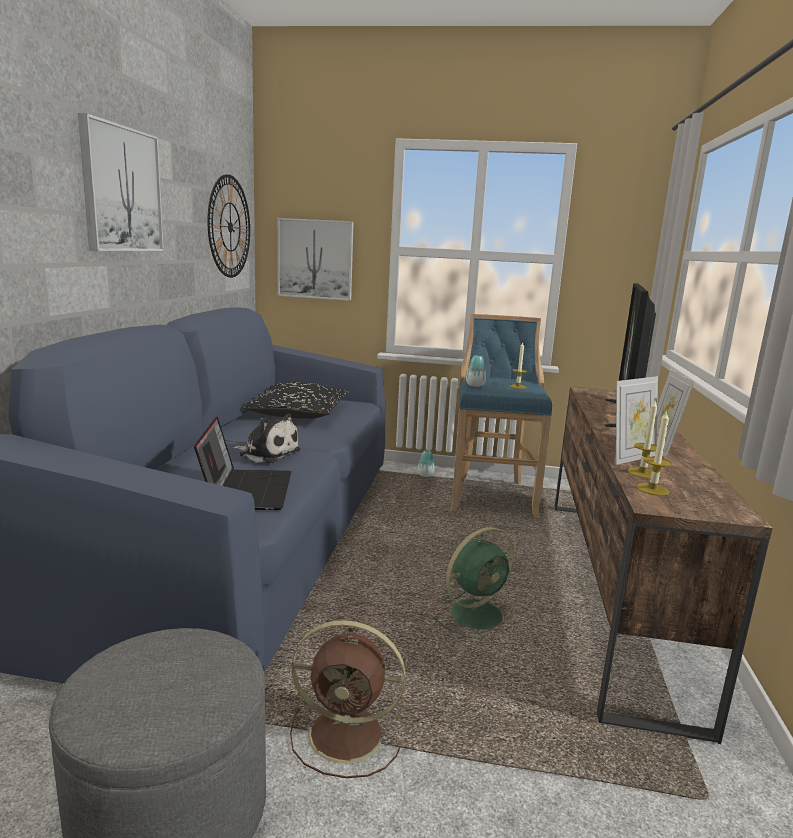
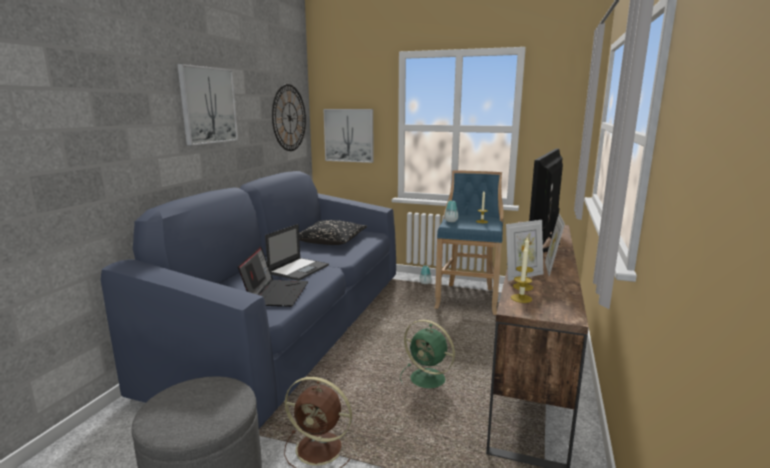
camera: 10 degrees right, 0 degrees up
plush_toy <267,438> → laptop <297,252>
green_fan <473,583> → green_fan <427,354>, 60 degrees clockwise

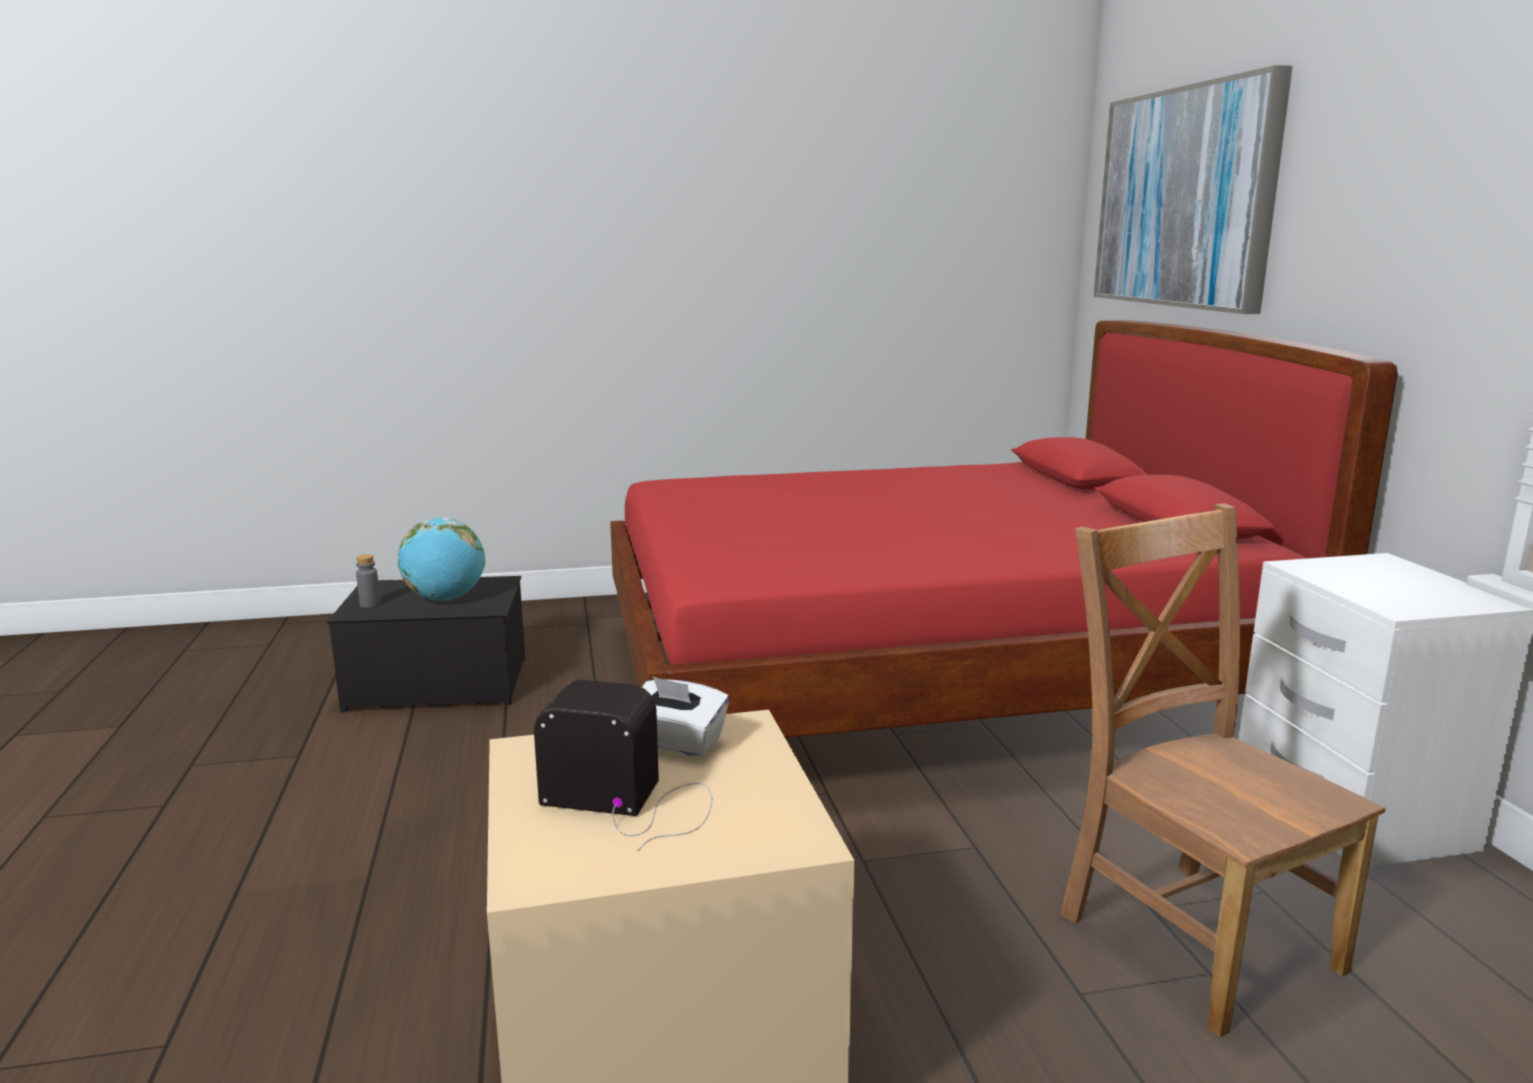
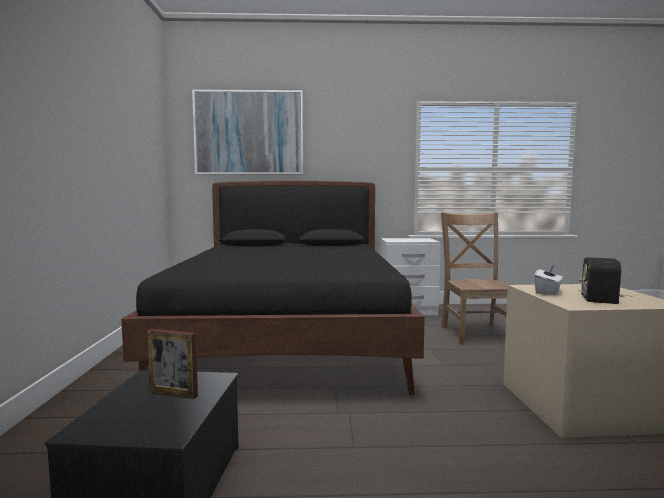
camera: 80 degrees left, 10 degrees down
grey_bottle <368,581> → -
globe <441,559> → picture_frame <172,364>
red_bed <1004,529> → black_bed <273,287>
brown_chair <1222,770> → brown_chair <475,278>, 105 degrees clockwise

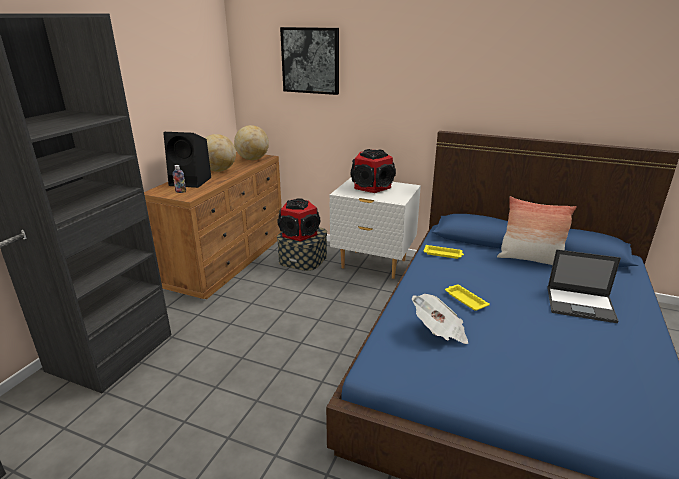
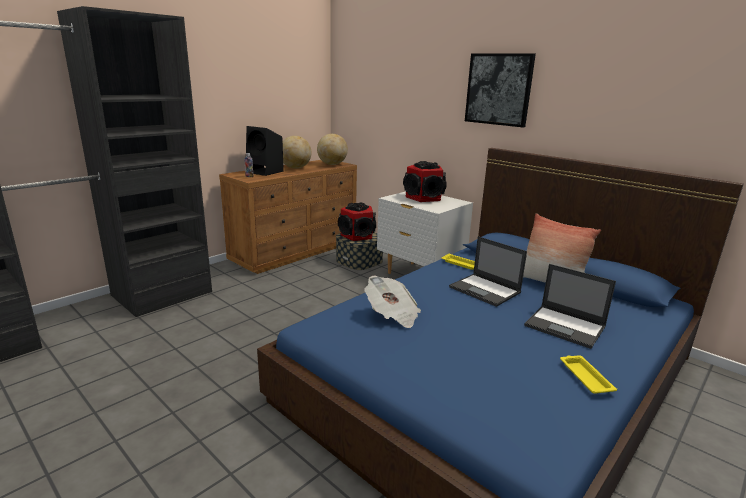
camera: 20 degrees right, 5 degrees down
- → laptop <488,271>
picture <309,61> → picture <500,90>, shifted
yellow_tray <467,297> → yellow_tray <588,374>, shifted

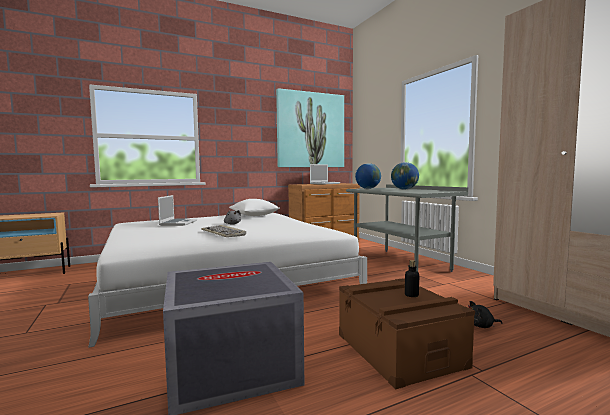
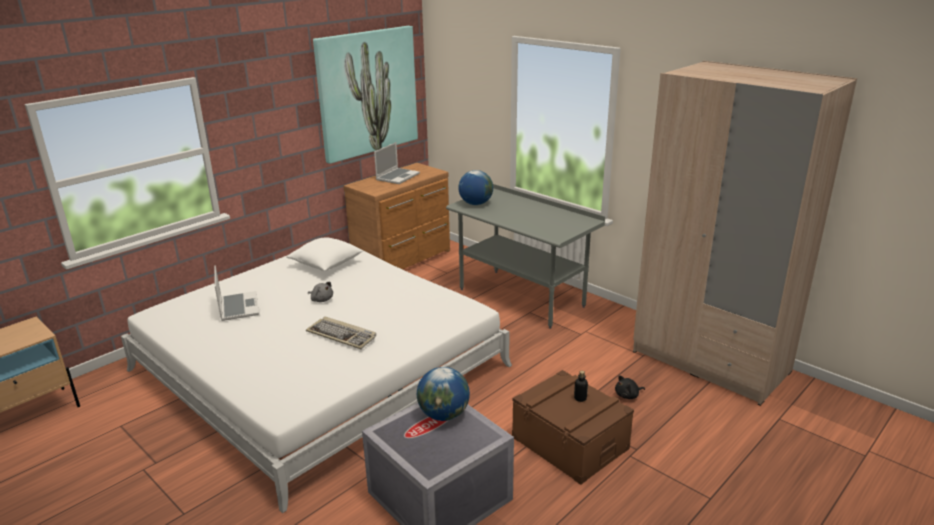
camera: 20 degrees left, 20 degrees up
globe <405,176> → globe <443,394>, shifted

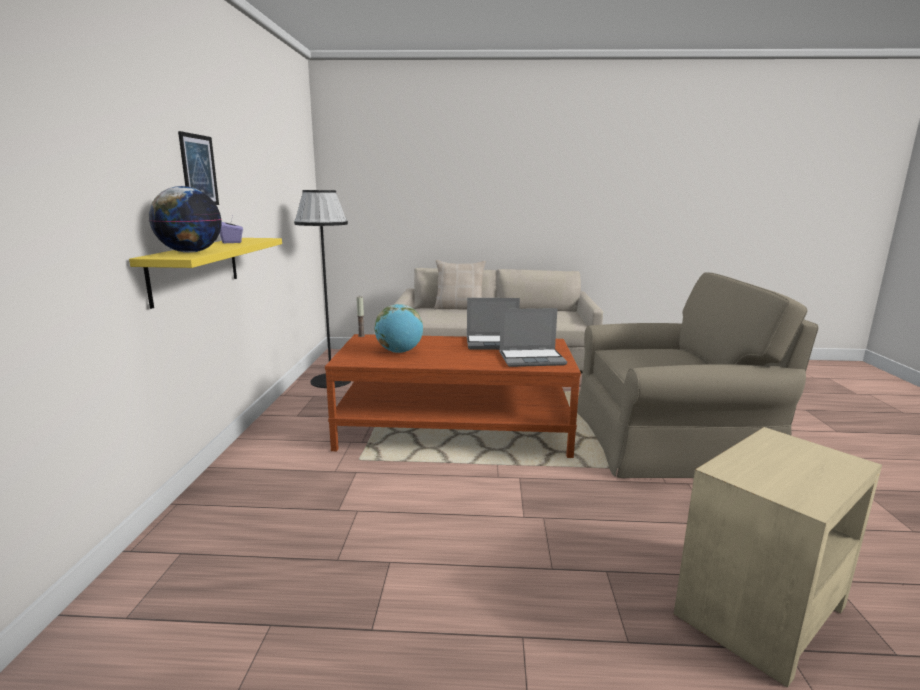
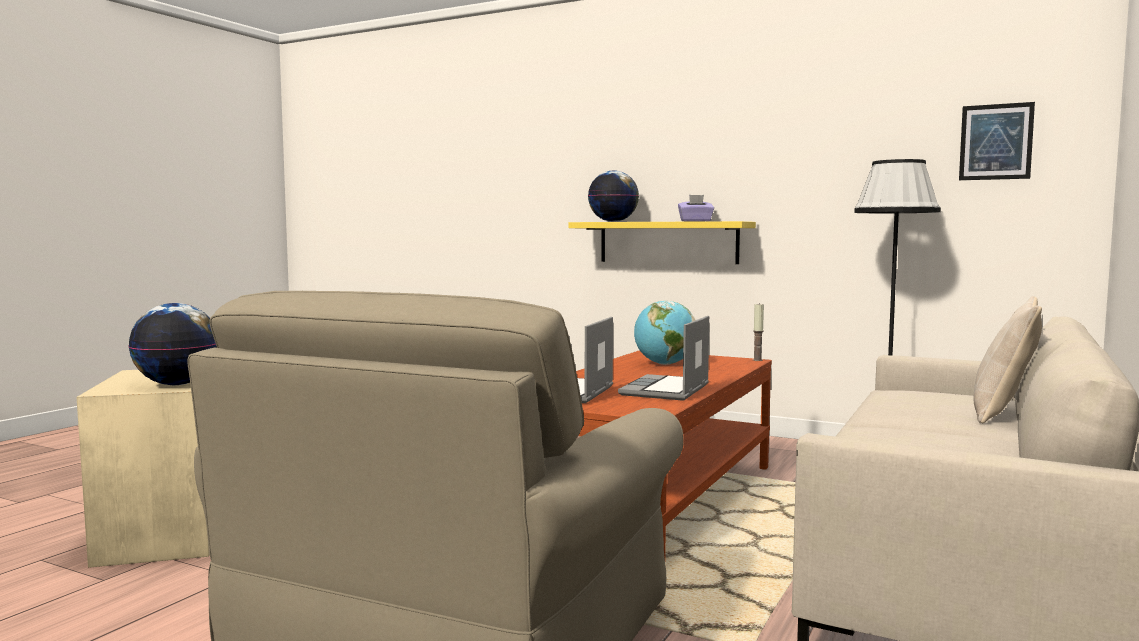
camera: 115 degrees right, 10 degrees down
- → globe <172,344>
picture <198,168> → picture <997,141>, shifted

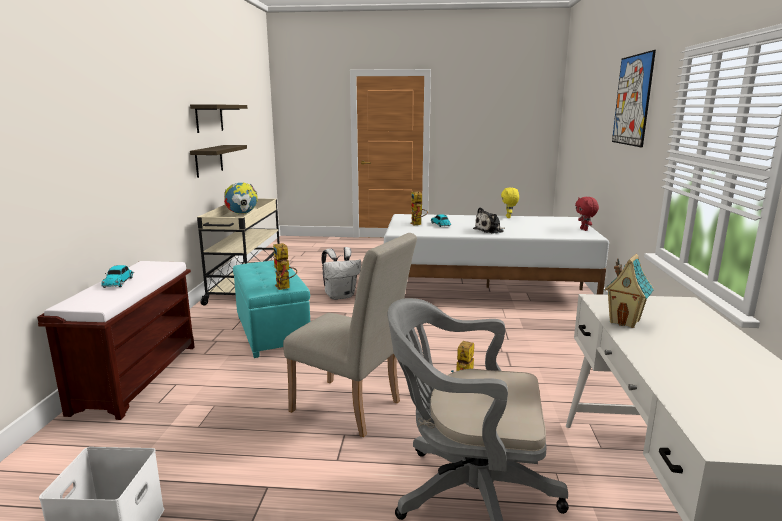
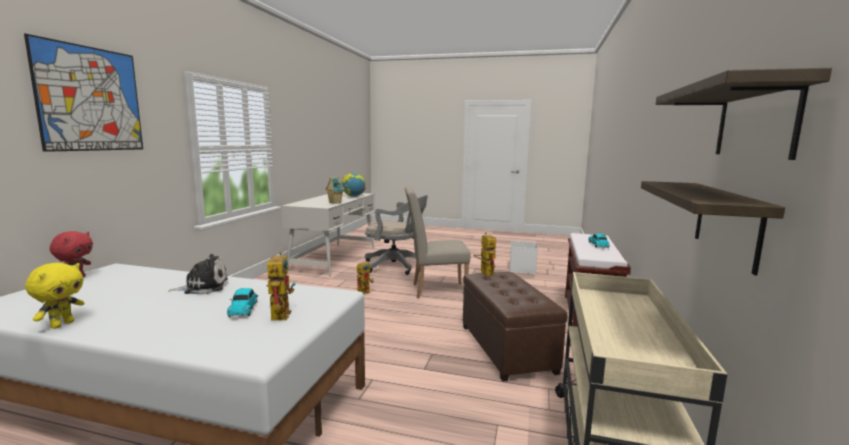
camera: 170 degrees left, 5 degrees down
white_backpack <341,273> → -
globe <240,199> → globe <353,185>, shifted
turquoise_ottoman <271,309> → brown_ottoman <515,326>
beige_chair <350,335> → beige_chair <437,242>, 45 degrees counterclockwise

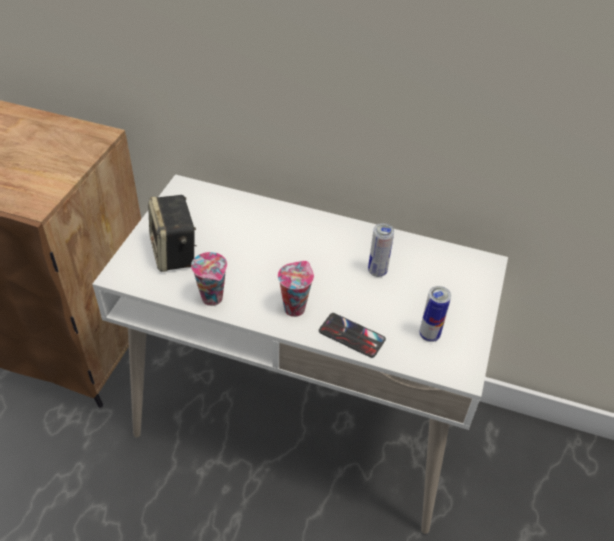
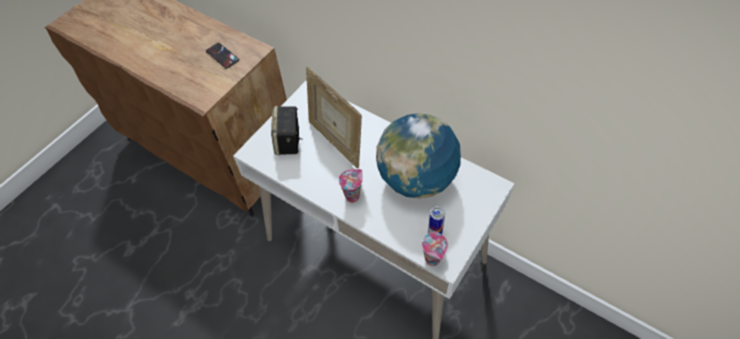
camera: 20 degrees right, 10 degrees up
- → picture_frame <334,117>
cup <209,279> → cup <435,249>, shifted
phone <352,335> → phone <222,56>, shifted
can <381,250> → globe <418,155>

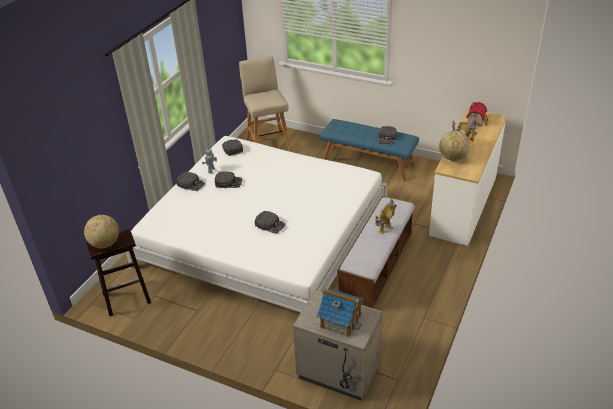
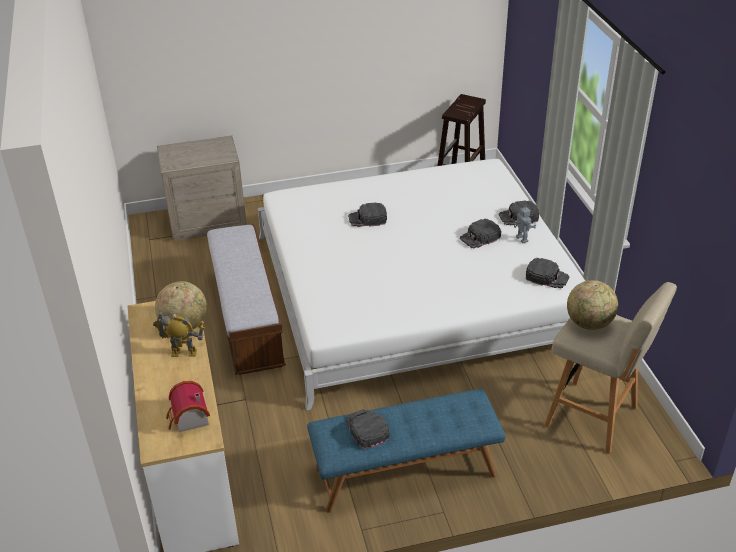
camera: 140 degrees right, 0 degrees up
toy_house <340,312> → -
toy_robot <386,216> → -
globe <101,231> → globe <592,305>, shifted

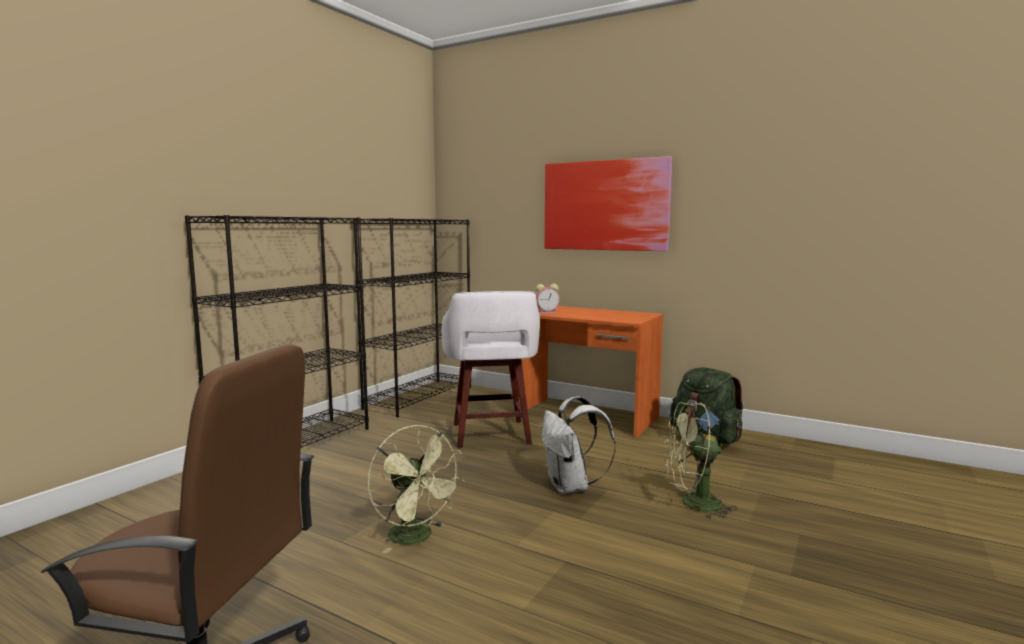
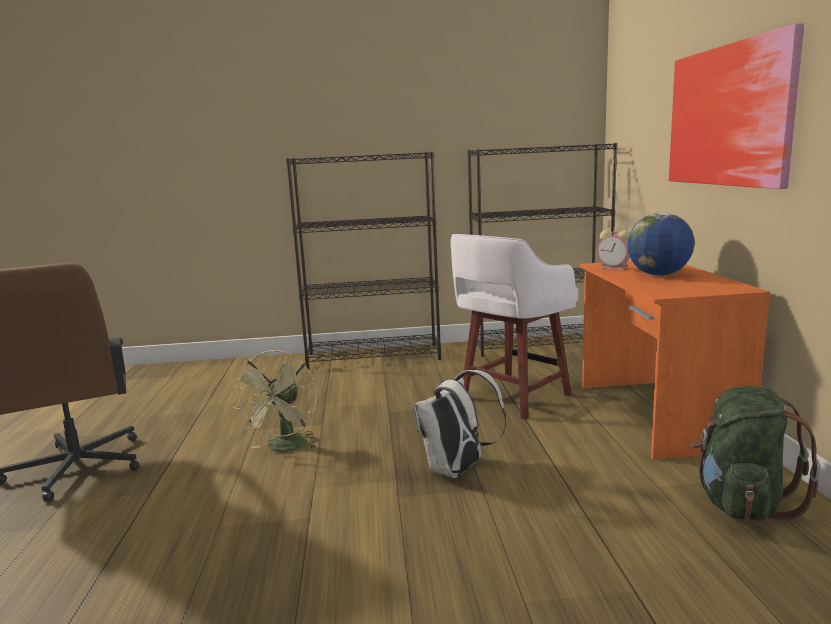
camera: 55 degrees right, 5 degrees up
green_fan <700,461> → -
- → globe <661,244>

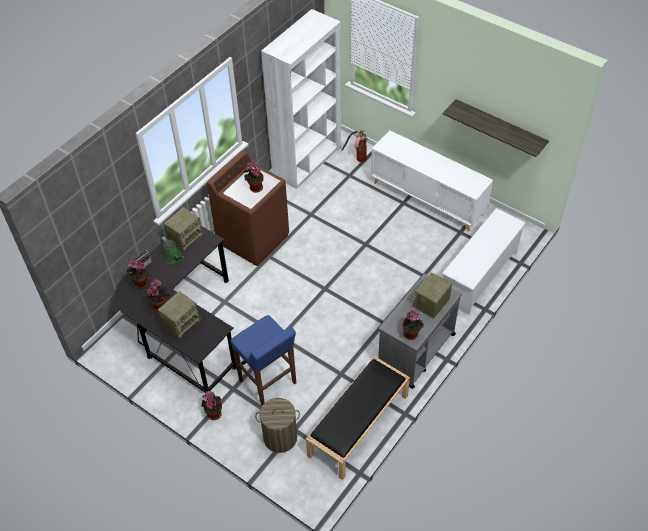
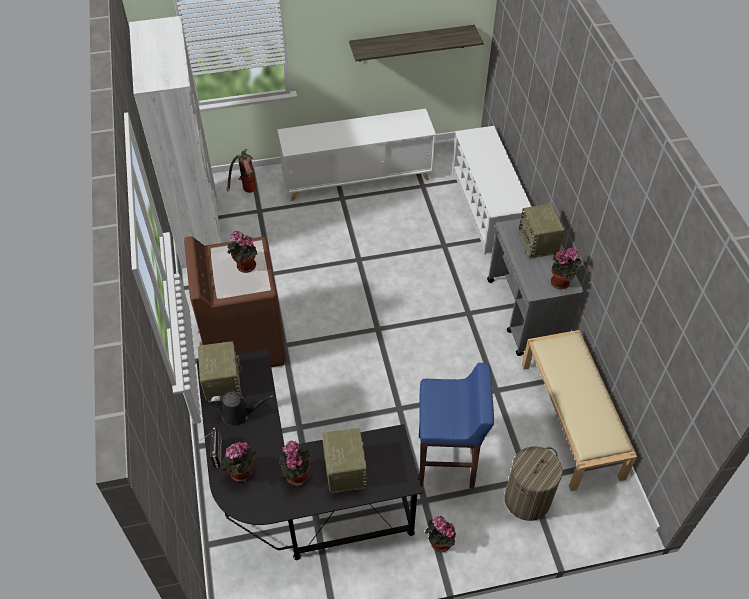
camera: 50 degrees left, 0 degrees up
green_watering_can <172,250> → black_watering_can <241,409>
black_bench <358,418> → beige_bench <579,410>

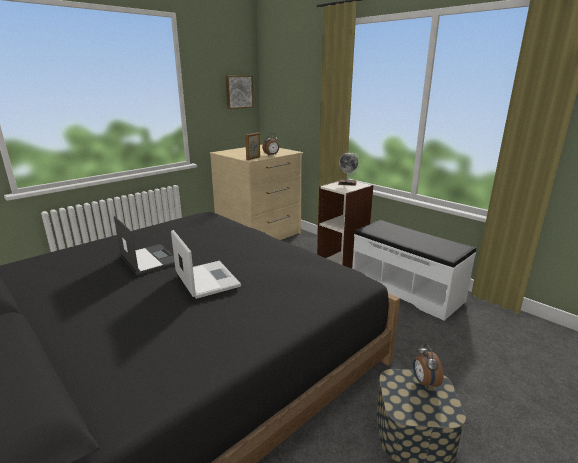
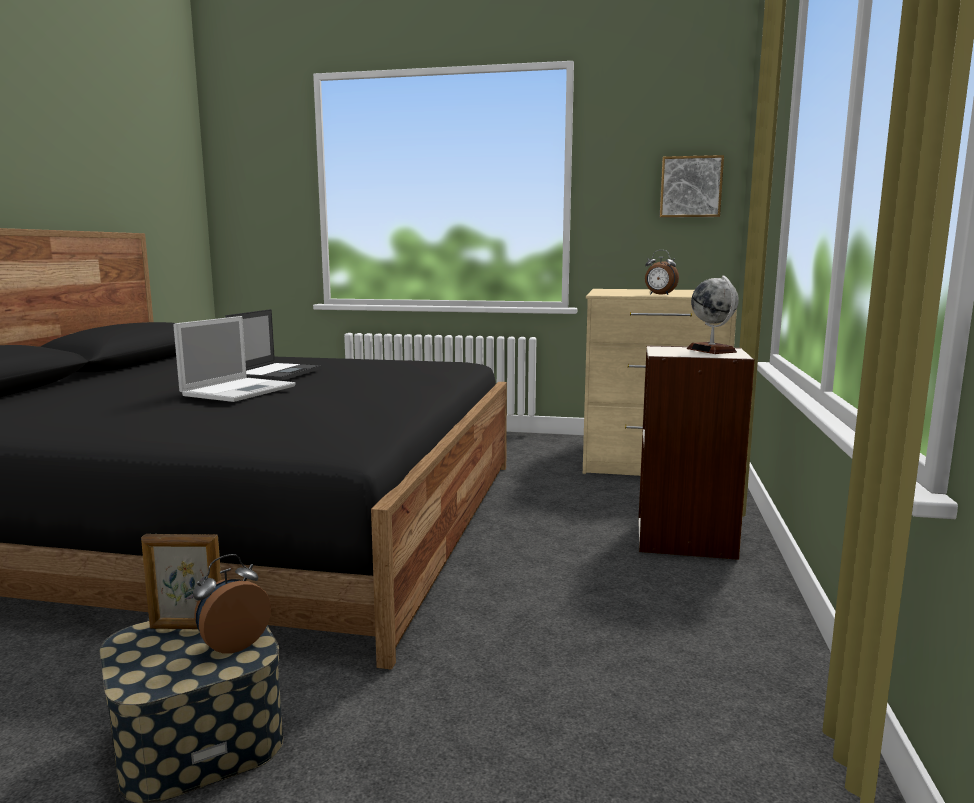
camera: 55 degrees right, 10 degrees down
white_bench <414,270> → -
picture_frame <252,146> → picture_frame <181,581>, shifted

